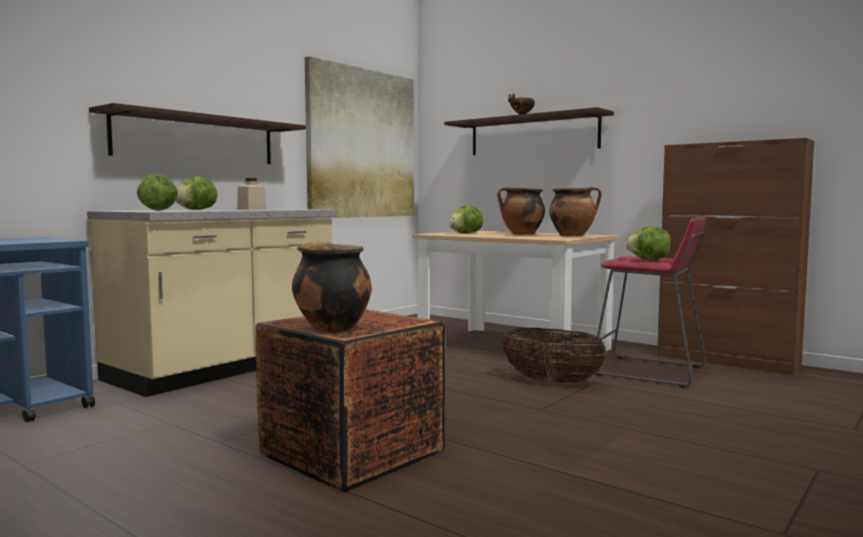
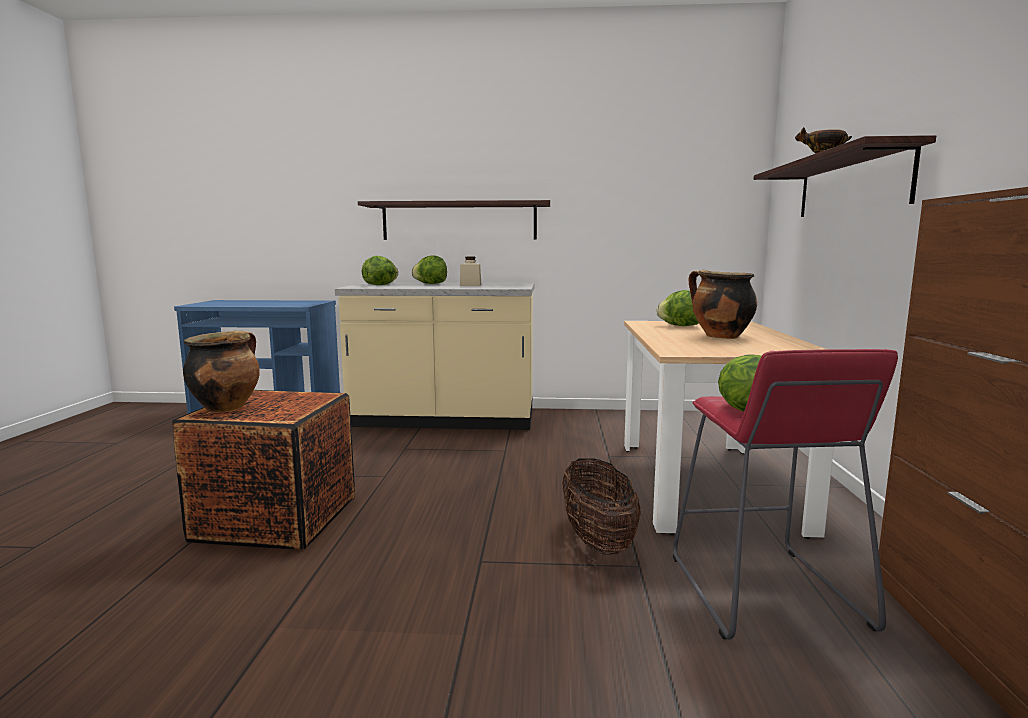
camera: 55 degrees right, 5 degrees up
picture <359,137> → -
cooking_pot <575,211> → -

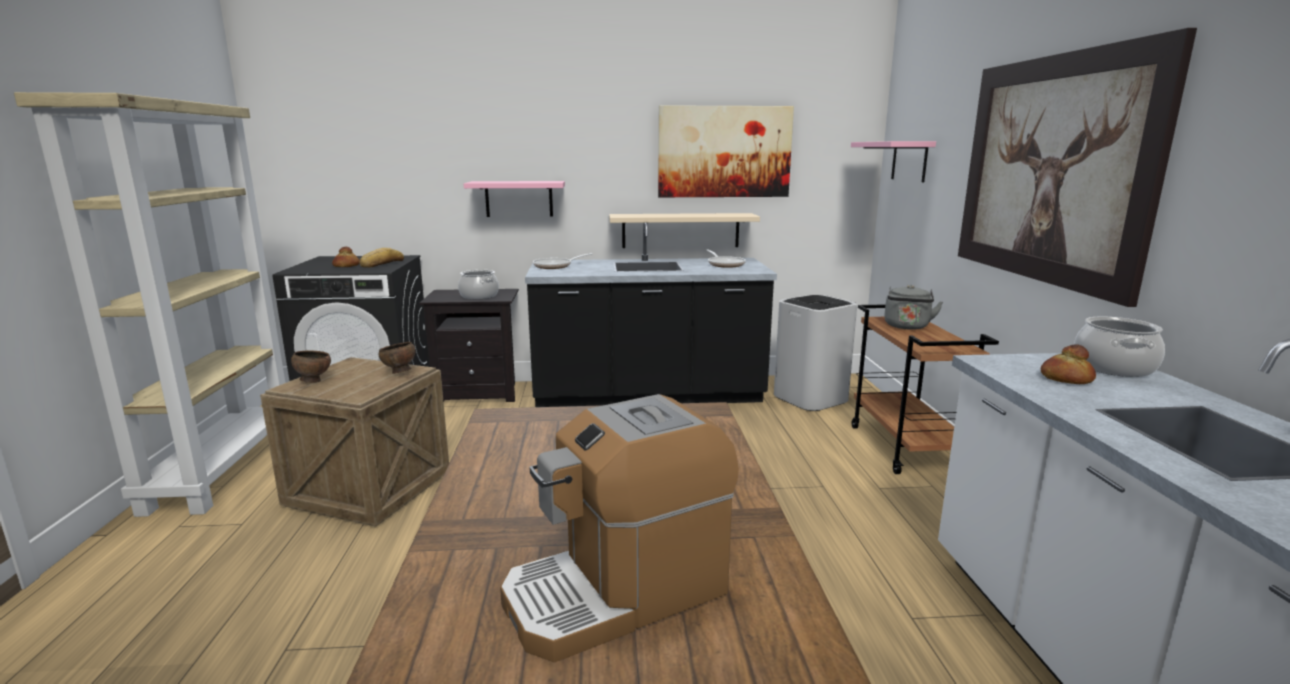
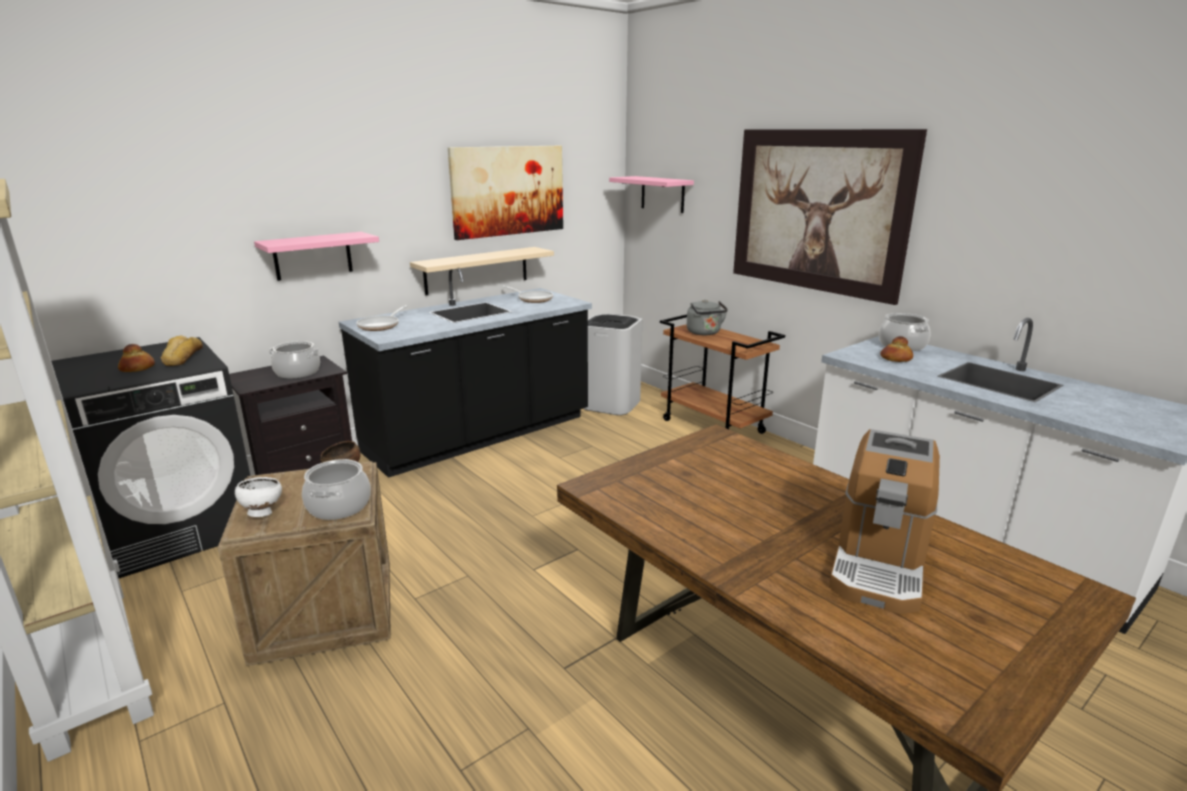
camera: 35 degrees left, 5 degrees up
- → cooking_pot <336,489>
brown_bowl <311,366> → white_bowl <258,497>

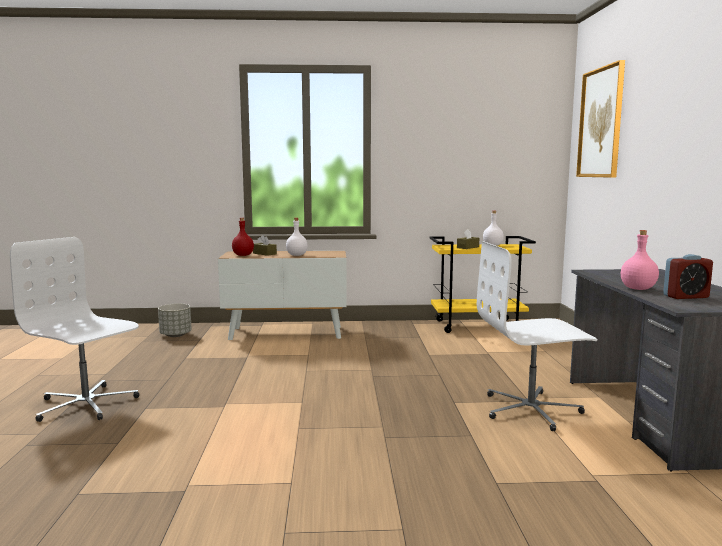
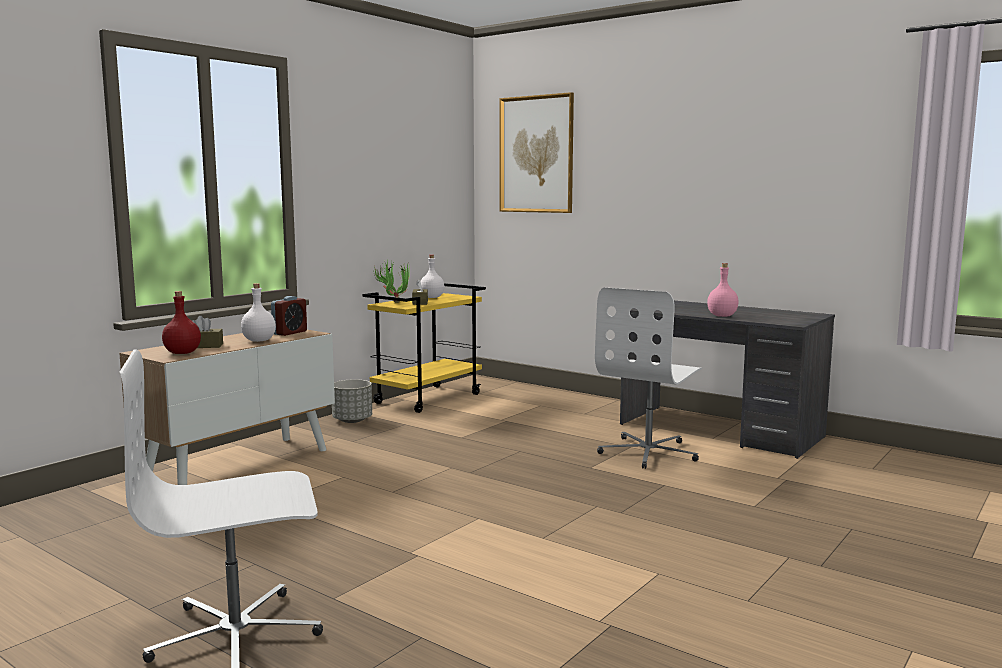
camera: 50 degrees left, 0 degrees up
- → potted_plant <391,281>
grey_planter <175,320> → grey_planter <352,401>, shifted
alarm_clock <688,276> → alarm_clock <289,316>, shifted

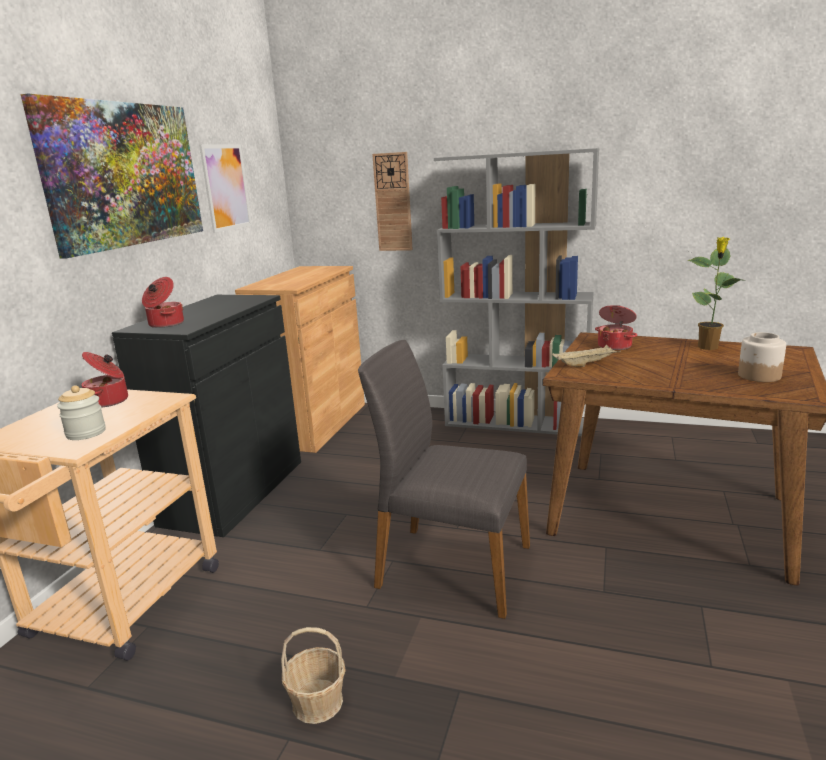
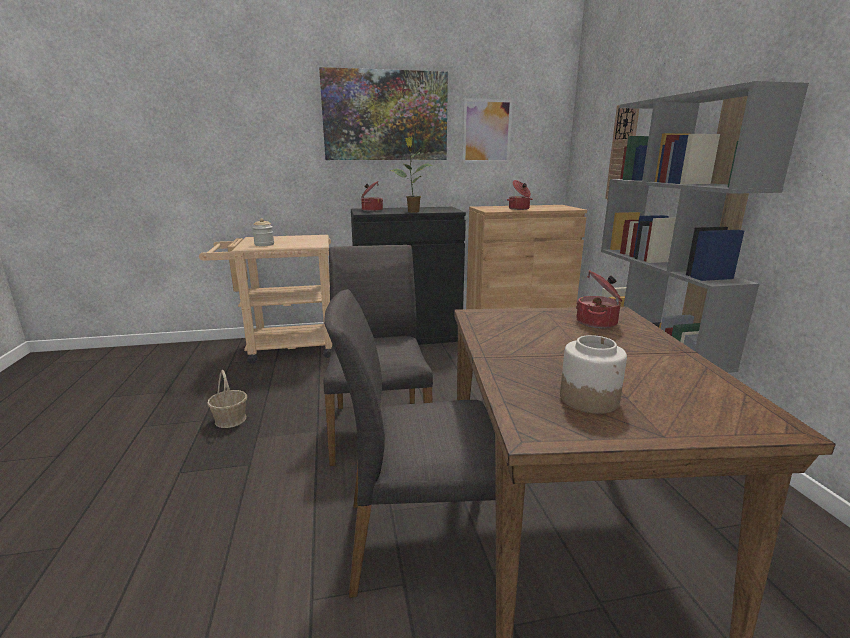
camera: 60 degrees right, 0 degrees up
beige_tray <586,356> → -
- → grey_chair <410,443>
cooking_pot <105,380> → cooking_pot <520,195>, shifted
potted_plant <716,293> → potted_plant <411,175>, shifted

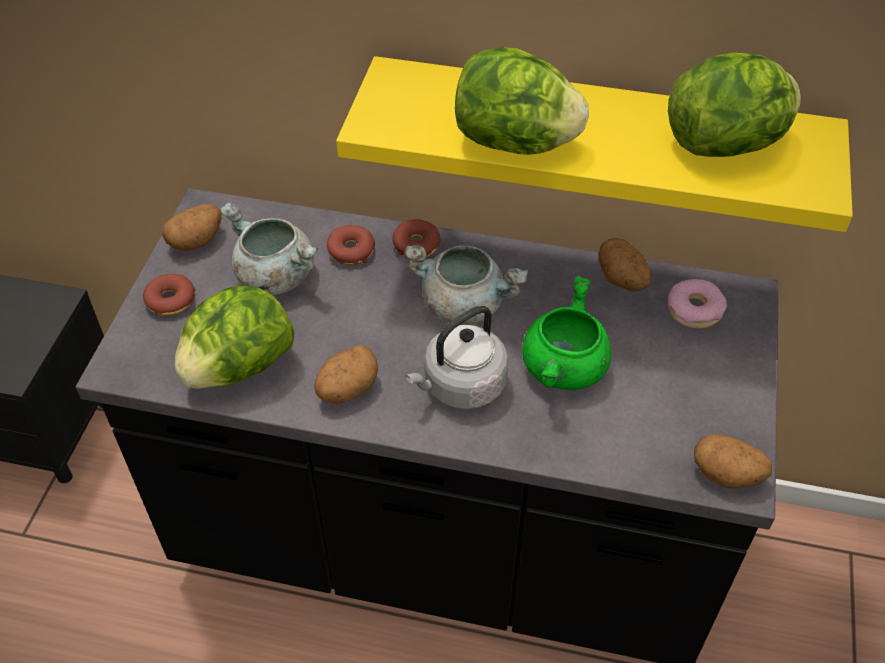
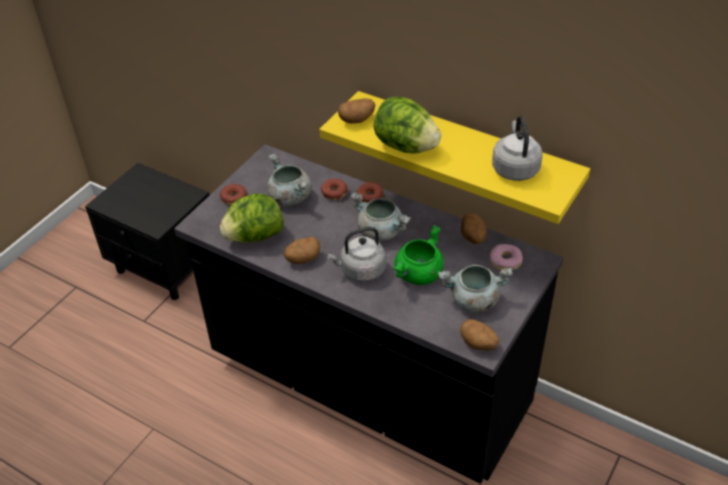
camera: 20 degrees right, 5 degrees down
- → grey_cooking_pot <475,289>
potato <191,227> → potato <357,111>, shifted
lettuce <734,105> → grey_kettle <517,148>

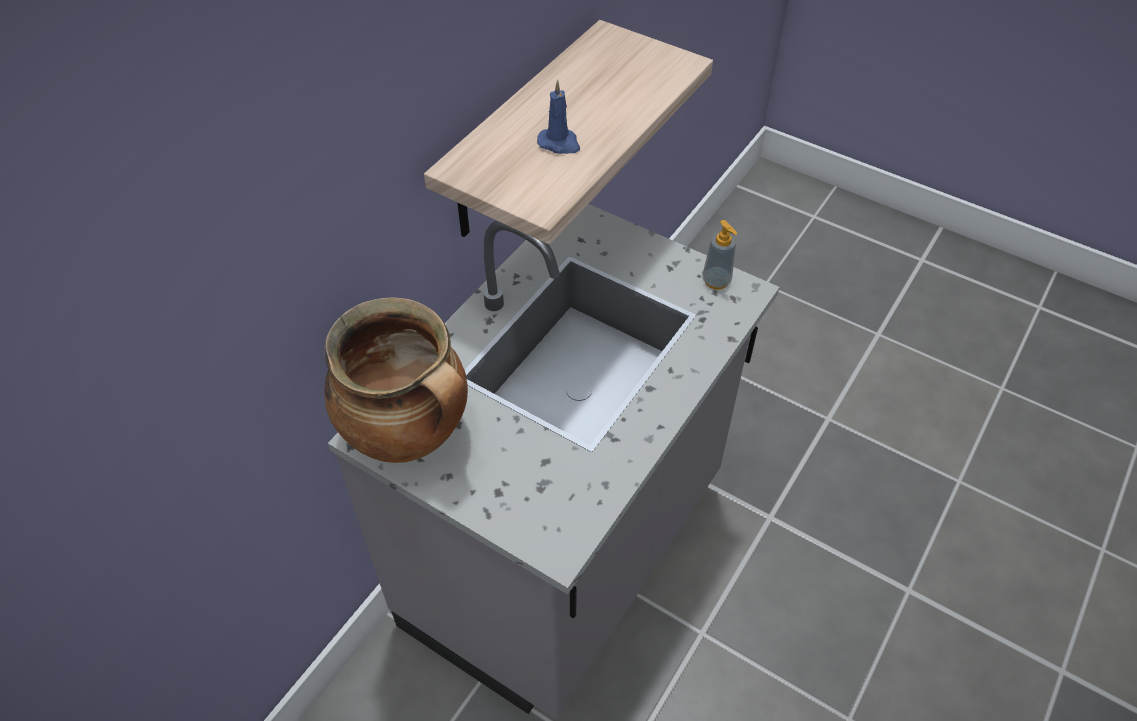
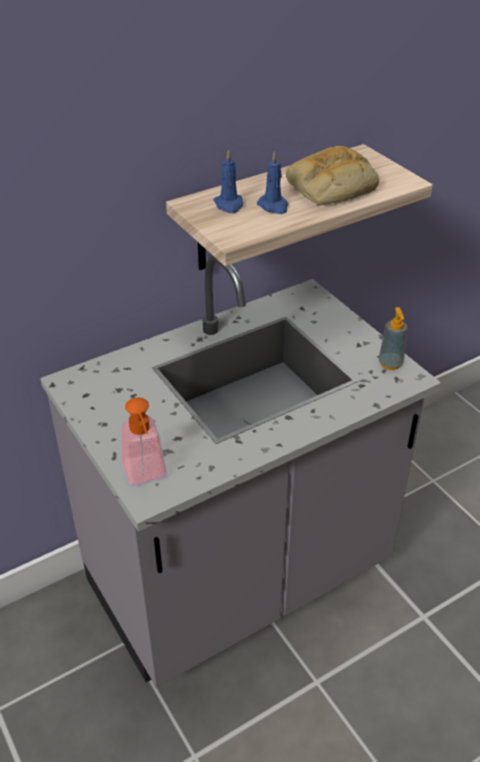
camera: 25 degrees right, 10 degrees down
cooking_pot <396,380> → -
- → soap_dispenser <144,441>
- → blue_candle <228,181>
- → bread <332,175>

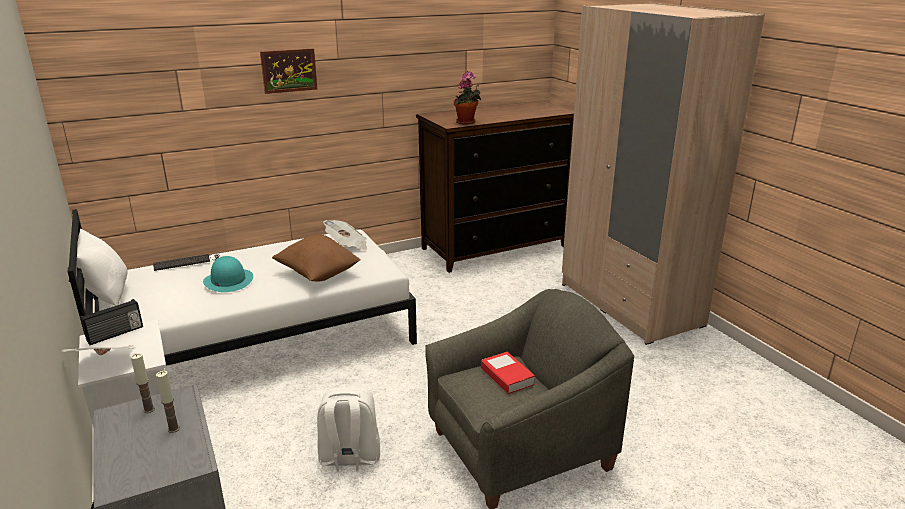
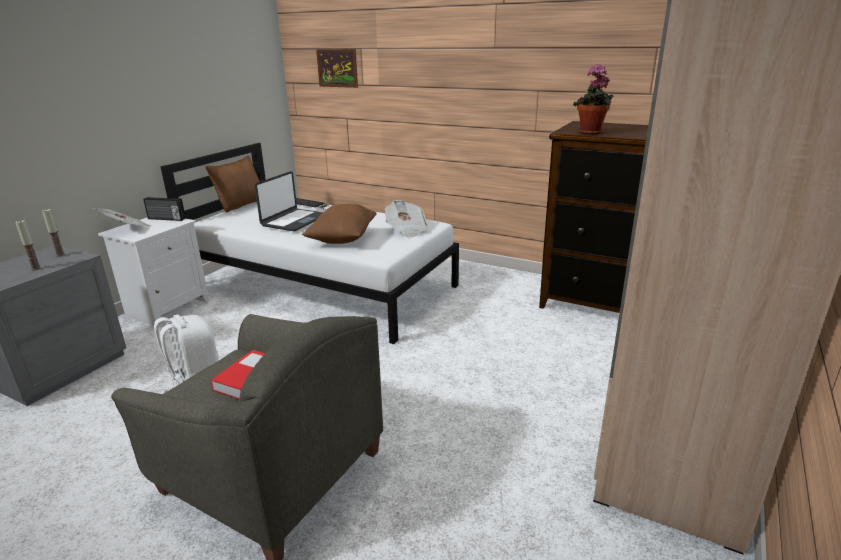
camera: 55 degrees right, 0 degrees up
picture <288,71> → picture <337,68>, shifted
turquoise_hat <228,274> → laptop <288,201>
white_pillow <101,267> → brown_pillow <233,184>

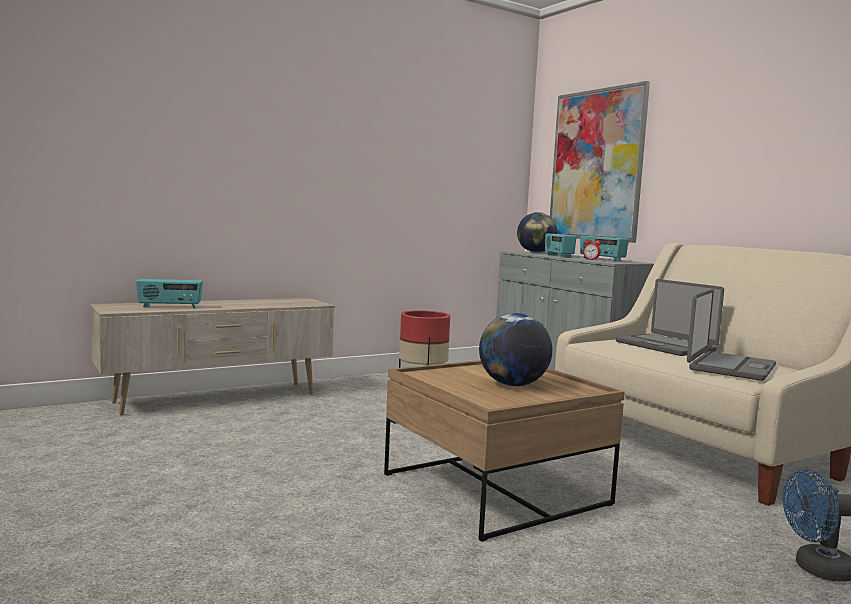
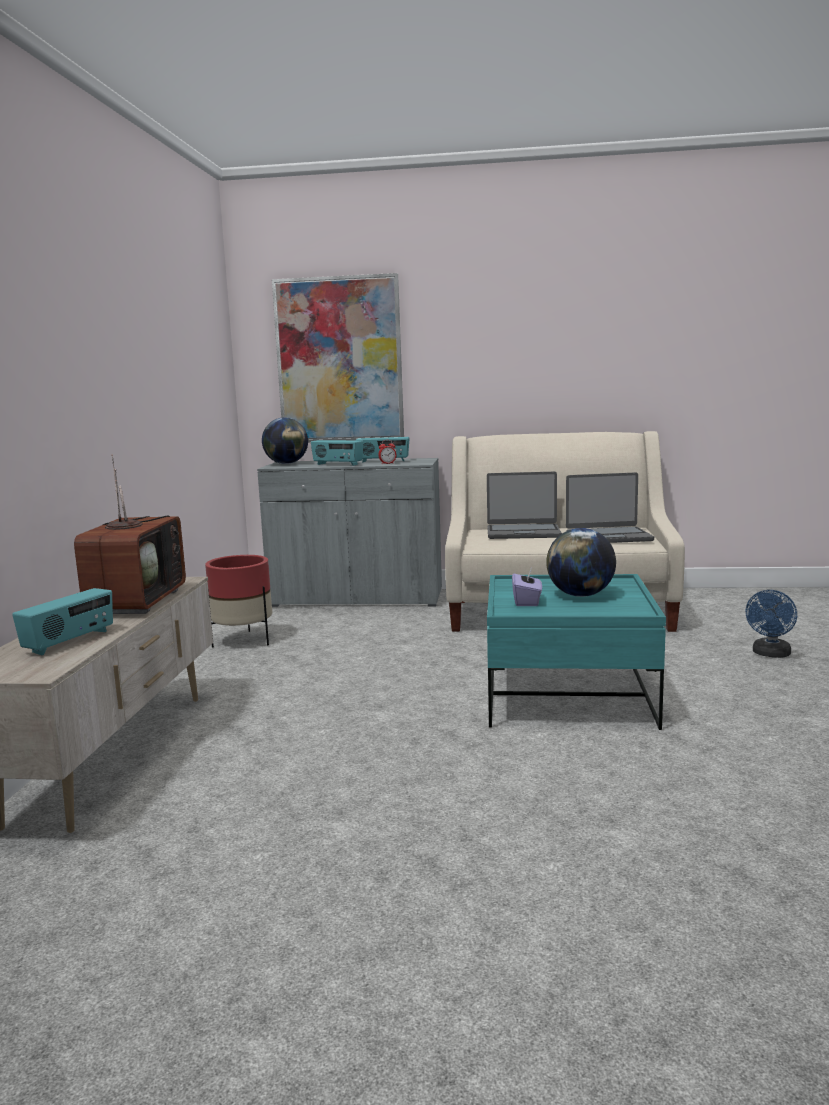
camera: 50 degrees left, 5 degrees up
- → television <130,534>
- → purple_tissue_box <527,587>
brown_coffee_table <504,451> → turquoise_coffee_table <576,652>
laptop <731,335> → laptop <610,507>, 105 degrees clockwise

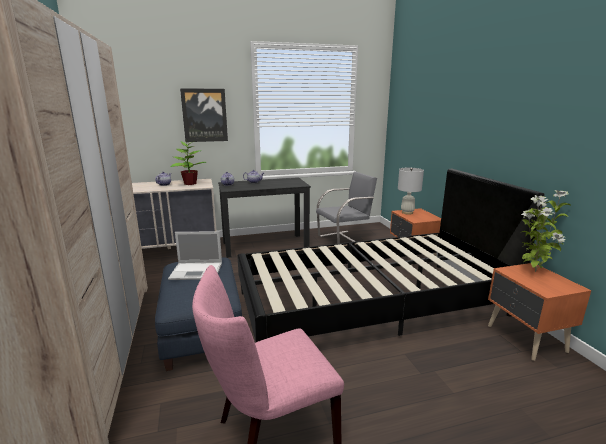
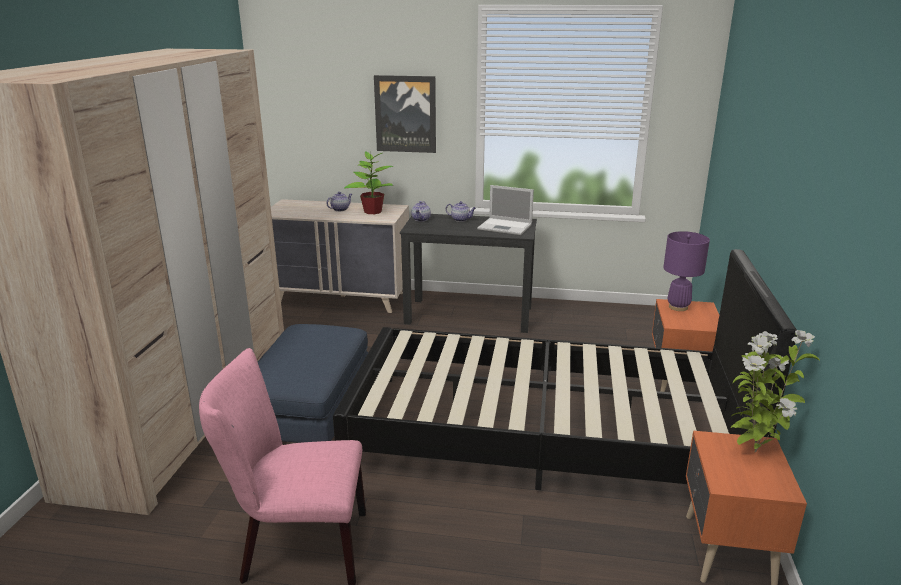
camera: 25 degrees right, 5 degrees up
grey_chair <346,207> → -
laptop <195,255> → laptop <505,210>, shifted
white_table_lamp <411,191> → purple_table_lamp <686,271>

